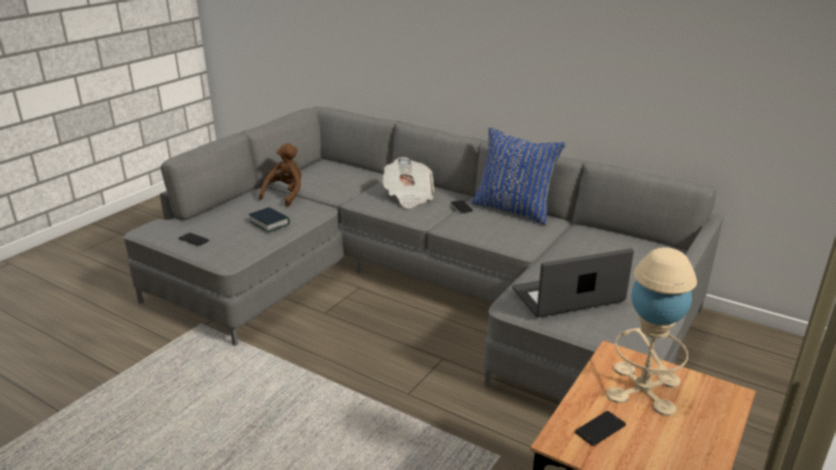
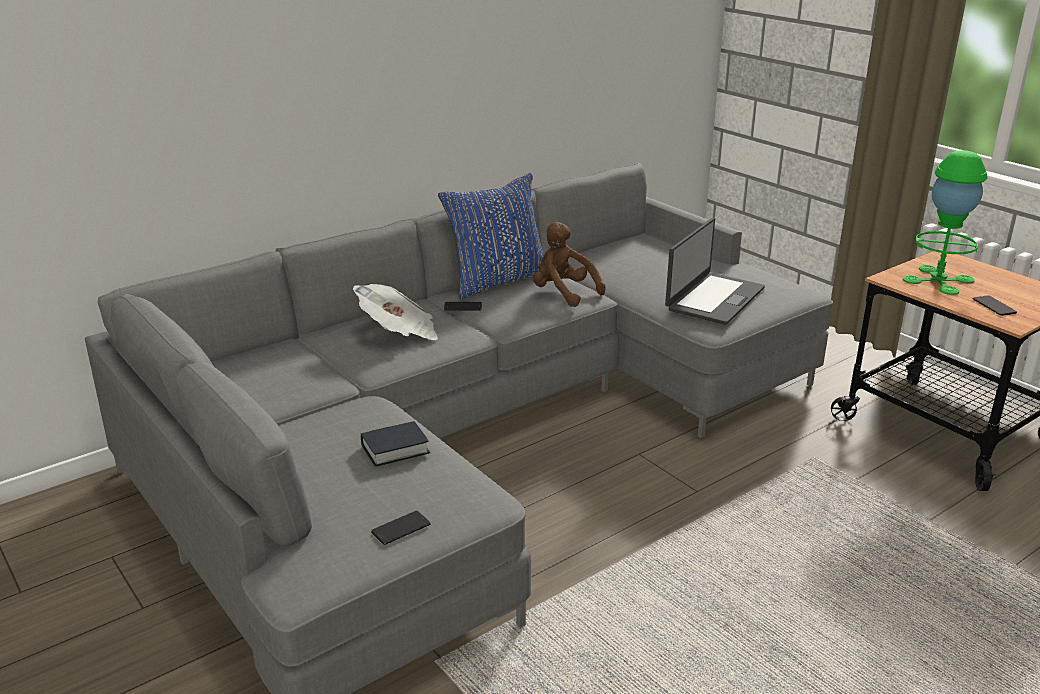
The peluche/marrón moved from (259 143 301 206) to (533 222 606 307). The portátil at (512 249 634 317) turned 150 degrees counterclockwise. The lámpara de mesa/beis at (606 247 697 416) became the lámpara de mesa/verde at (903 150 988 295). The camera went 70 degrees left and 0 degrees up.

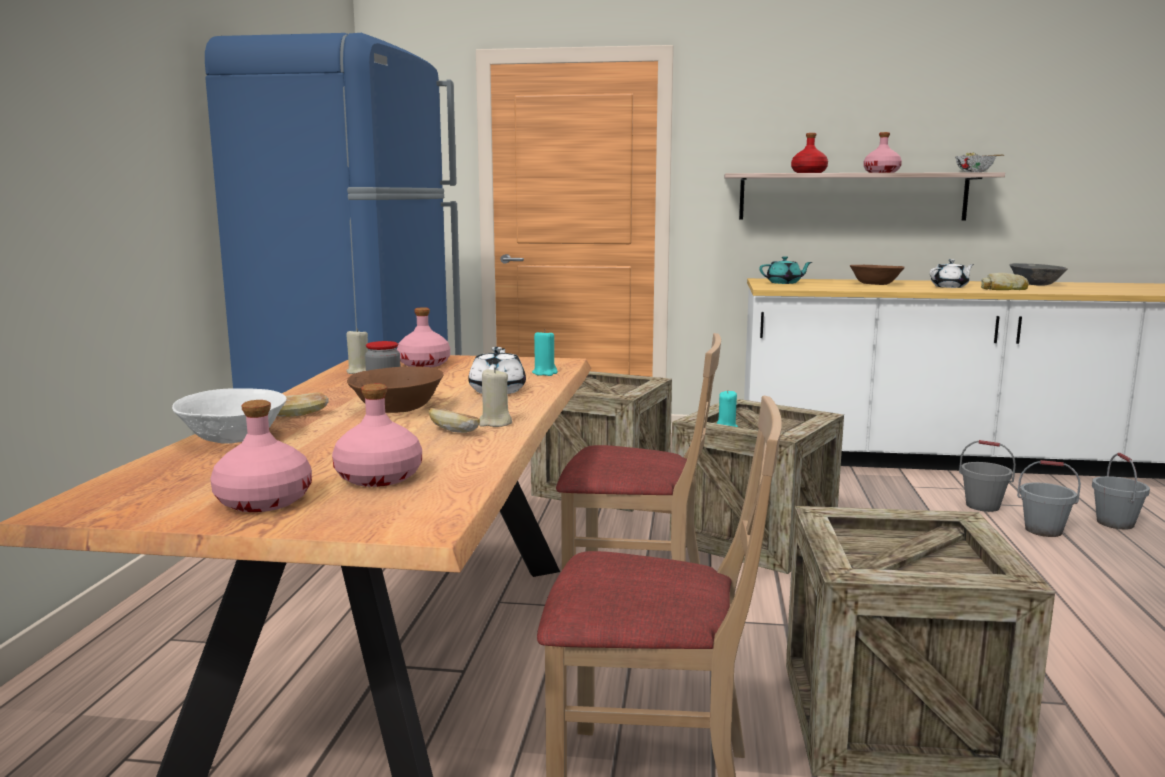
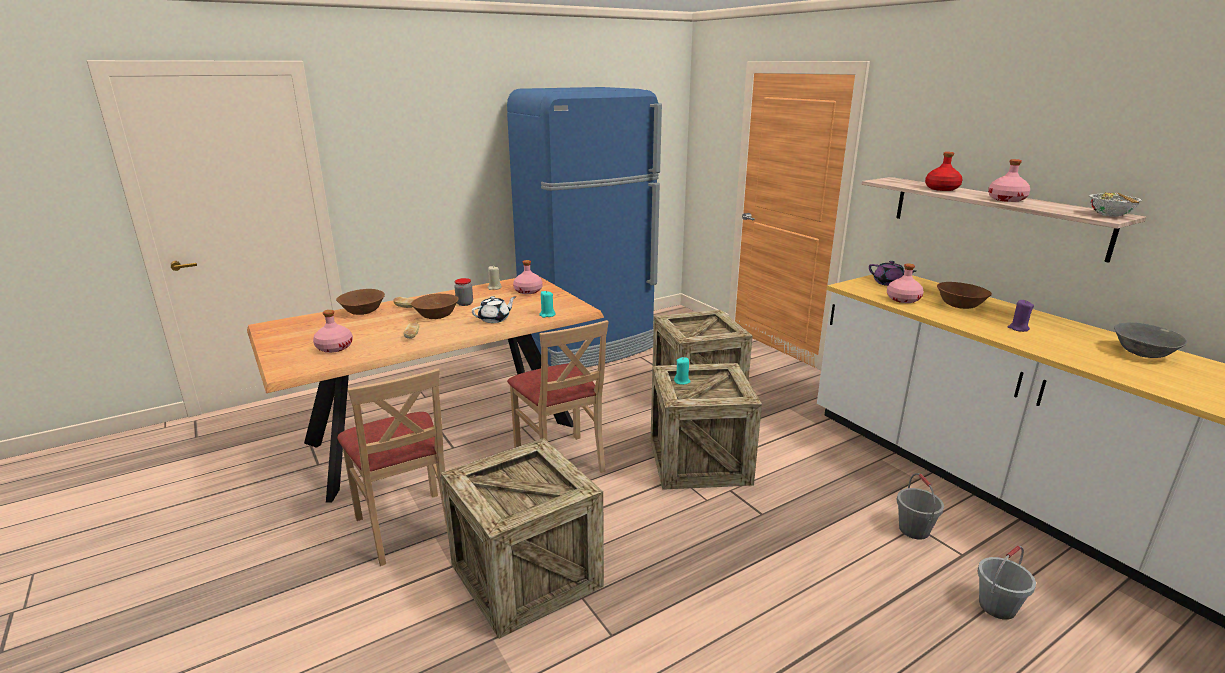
The cuenco/blanco at (172 388 287 444) became the cuenco/marrón at (336 289 385 315). The botella/rosa moved from (210 400 312 512) to (887 264 924 303). The vela/beis at (479 367 512 427) disappeared. The tetera/turquesa at (759 256 812 284) became the tetera/morado at (869 261 916 286). The tetera/blanco at (930 259 974 288) was replaced by the vela/morado at (1007 300 1034 332). The pan at (981 273 1029 290) disappeared. The cubo/gris at (1017 460 1081 537) disappeared. The camera went 50 degrees right and 10 degrees up.

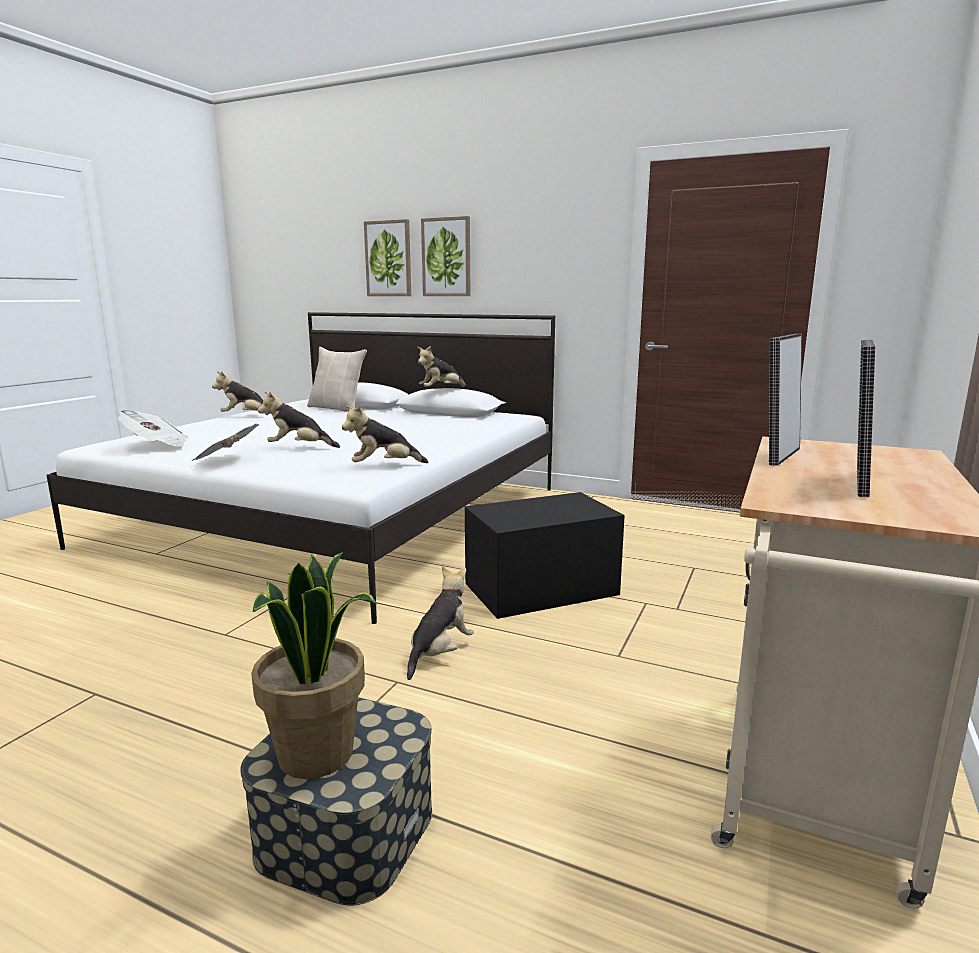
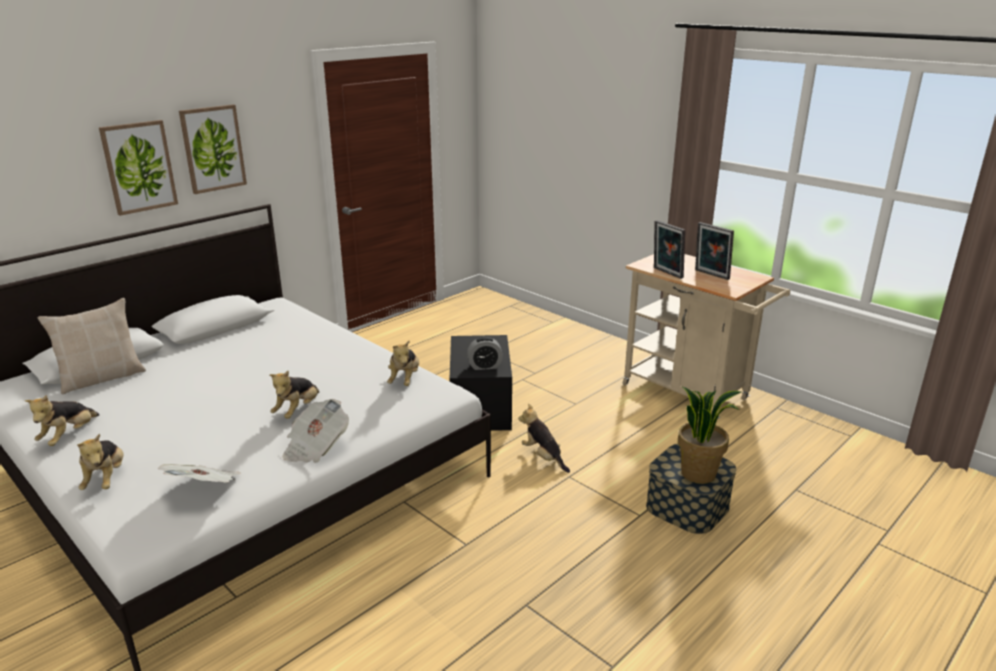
The cuadro moved from (364 219 411 296) to (179 105 247 194). The peluche moved from (417 346 468 388) to (77 433 124 490). The despertador at (467 337 503 370) appeared. The camera went 70 degrees left and 10 degrees up.

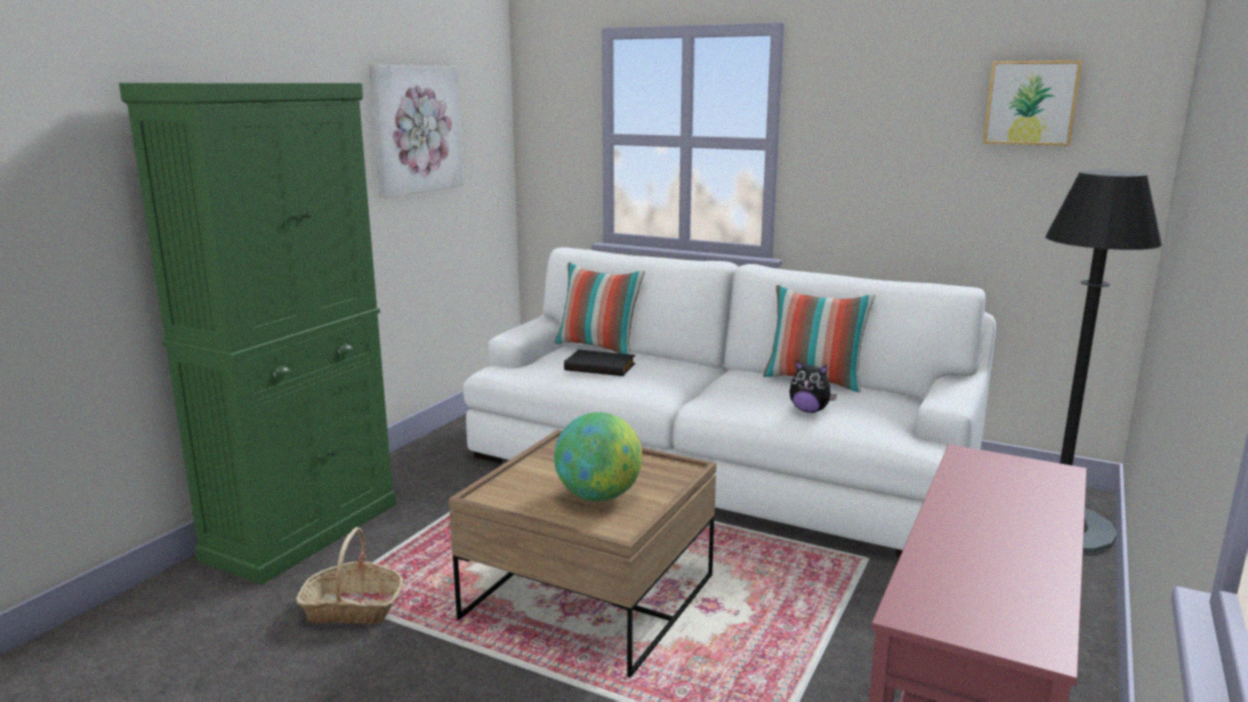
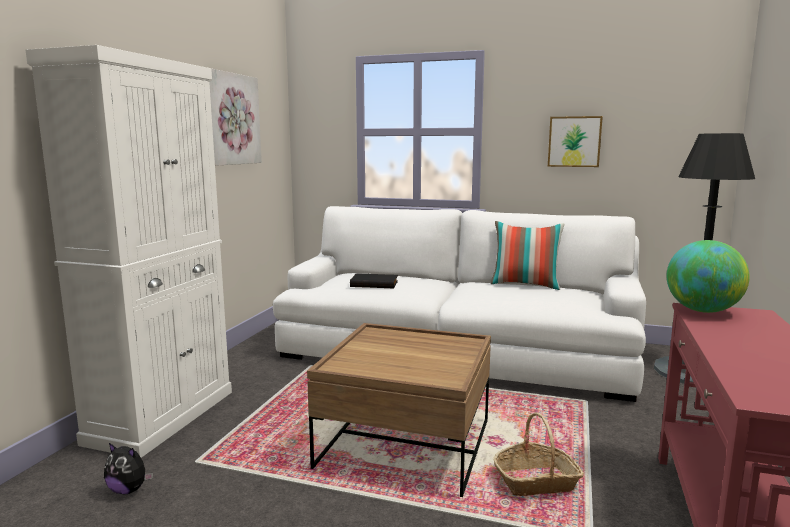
The armario/verde at (119 83 396 585) became the armario/blanco at (26 45 232 458). The cesta moved from (296 527 403 624) to (494 412 584 496). The globo terráqueo moved from (554 412 642 501) to (666 240 750 313). The cojín at (555 262 645 354) disappeared. The peluche moved from (789 361 837 413) to (104 443 153 494). The cuadro moved from (983 60 1082 146) to (548 116 603 167). The camera went 10 degrees left and 5 degrees down.

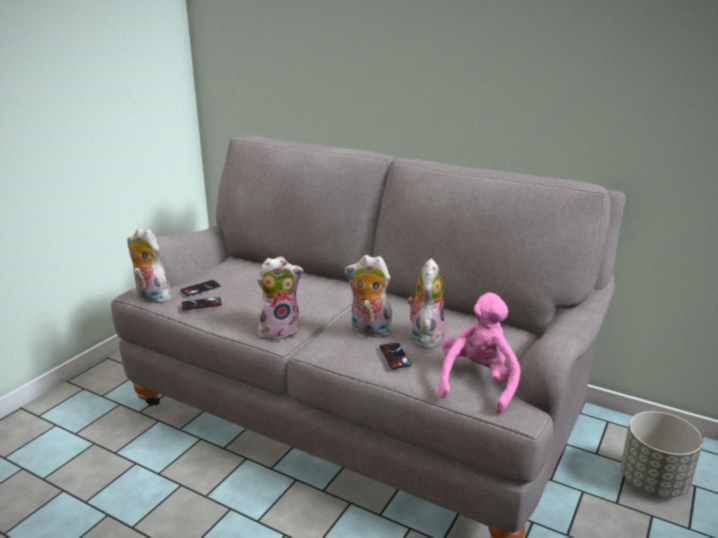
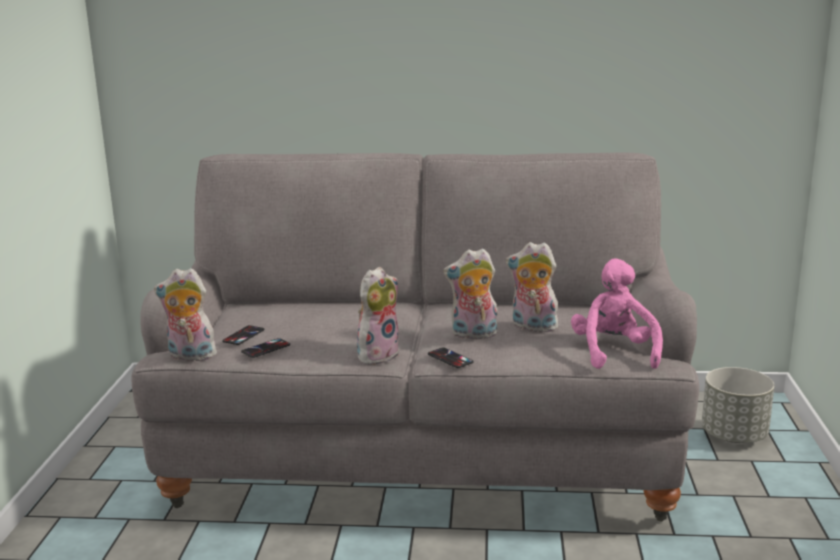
The móvil moved from (379 343 411 369) to (428 347 474 368). The peluche at (407 258 445 349) turned 60 degrees counterclockwise. The camera went 25 degrees left and 5 degrees down.

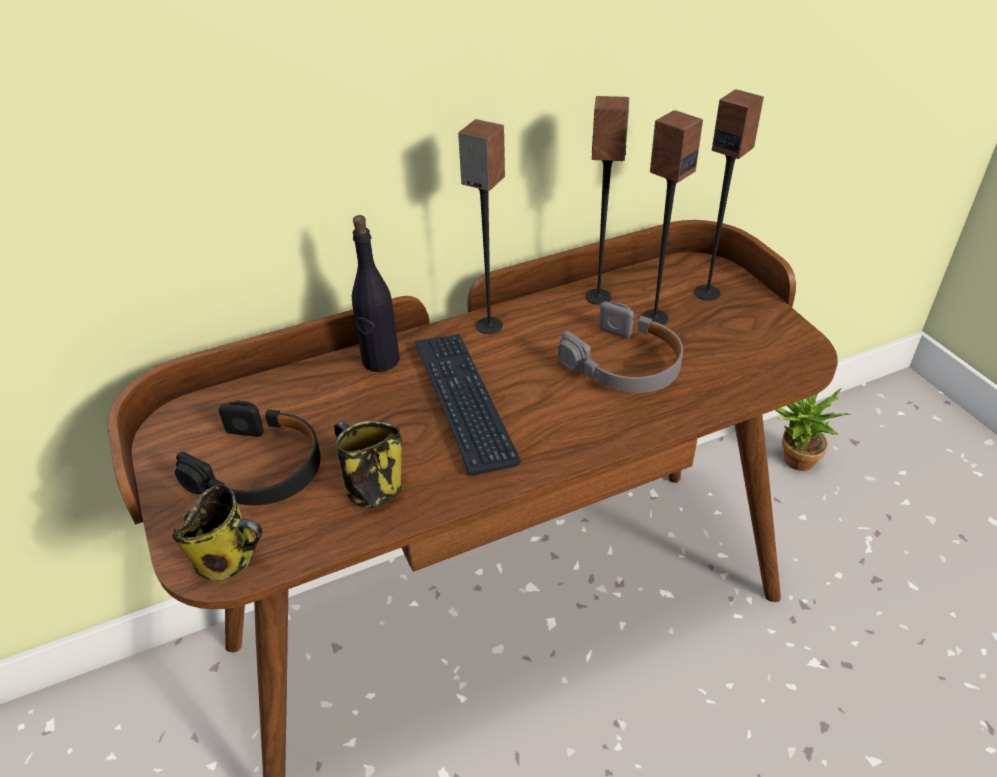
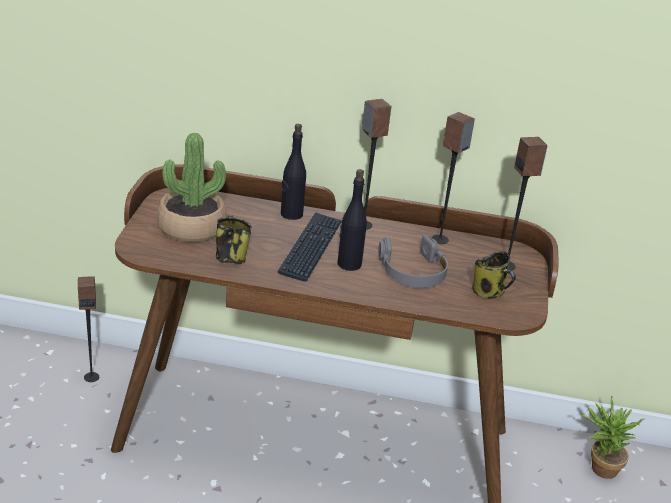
The taza grande moved from (172 484 262 580) to (472 251 516 299). The auriculares/negro at (175 401 320 506) was replaced by the planta en maceta at (157 133 227 242). The altavoz moved from (641 110 703 325) to (78 276 99 382). The botella/negro at (338 169 367 271) appeared. The camera went 30 degrees right and 10 degrees down.

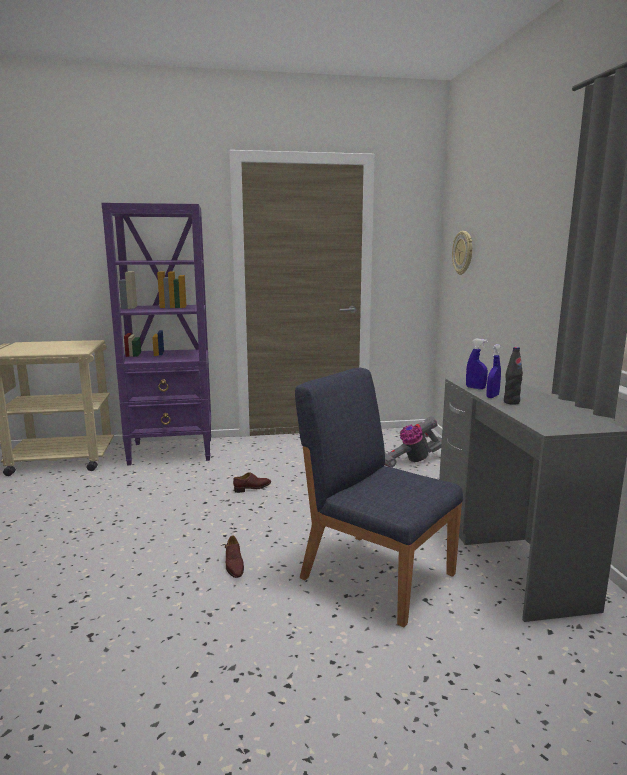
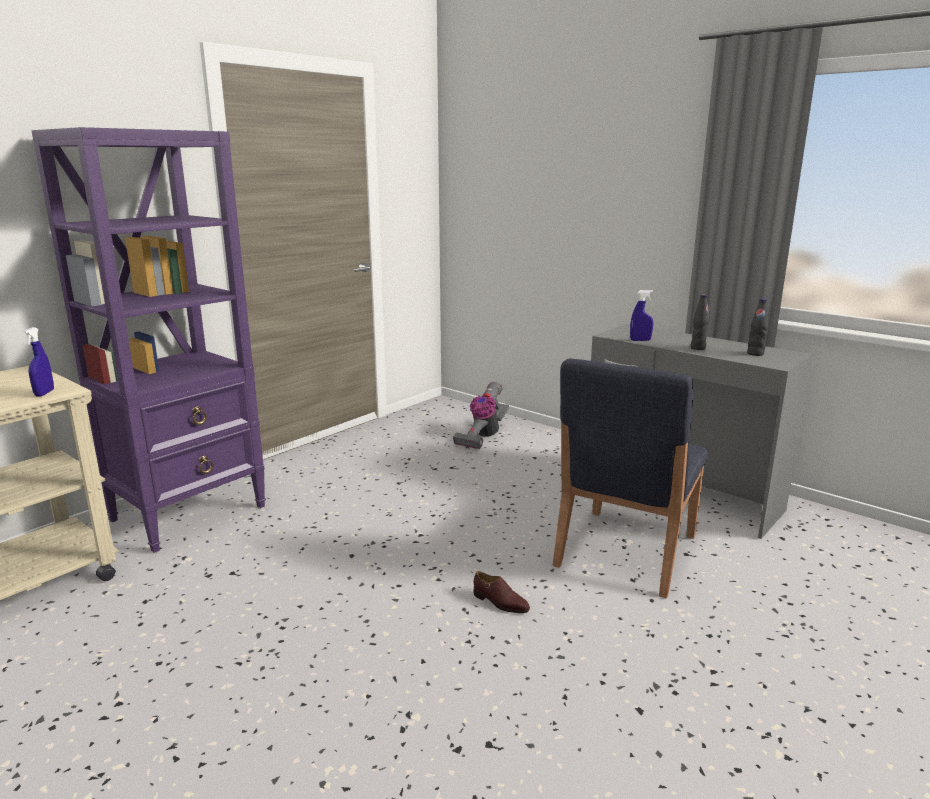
The zapato/marrón at (233 472 271 493) disappeared. The silla/azul at (295 367 463 627) turned 60 degrees counterclockwise. The reloj de pared at (452 231 472 275) disappeared. The pulverizador/azul moved from (486 344 501 398) to (23 327 54 397). The botella/negro at (747 299 768 356) appeared. The camera went 40 degrees left and 5 degrees up.

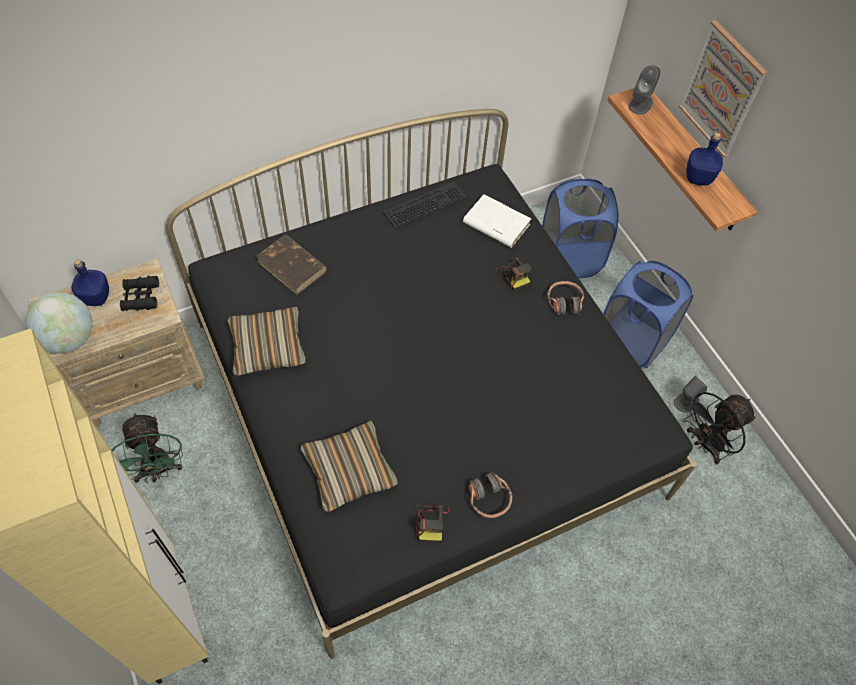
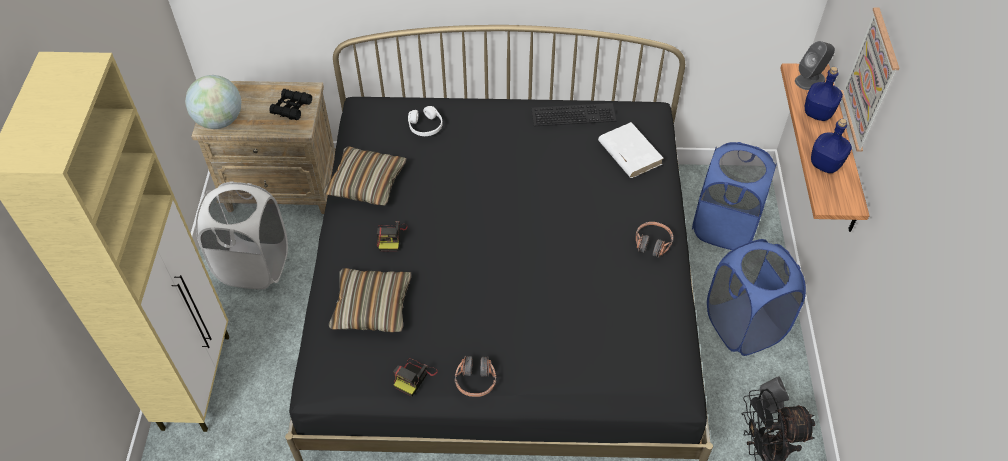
The botella/azul moved from (71 260 109 306) to (805 67 843 121). The ventilador/verde at (111 413 183 484) was replaced by the cesto de la ropa/blanco at (196 181 288 290). The libro/marrón at (256 235 327 295) was replaced by the auriculares/blanco at (408 106 443 136). The cámara moved from (496 258 532 291) to (377 221 408 251). The camera went 30 degrees right and 5 degrees down.

